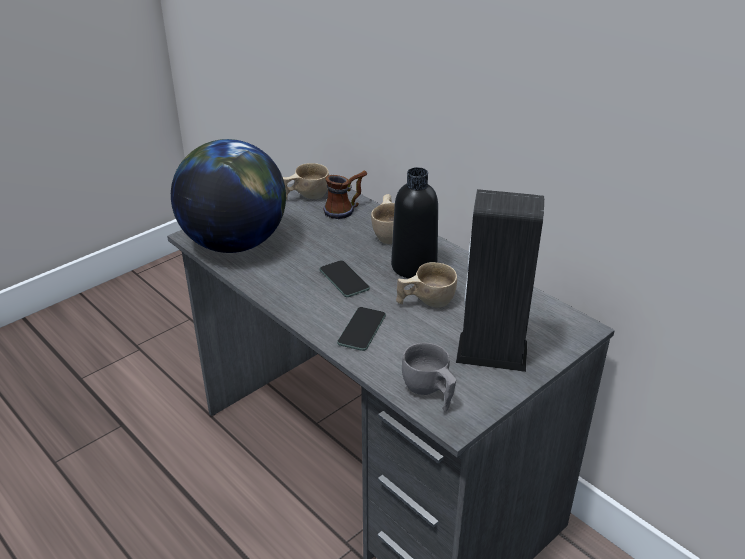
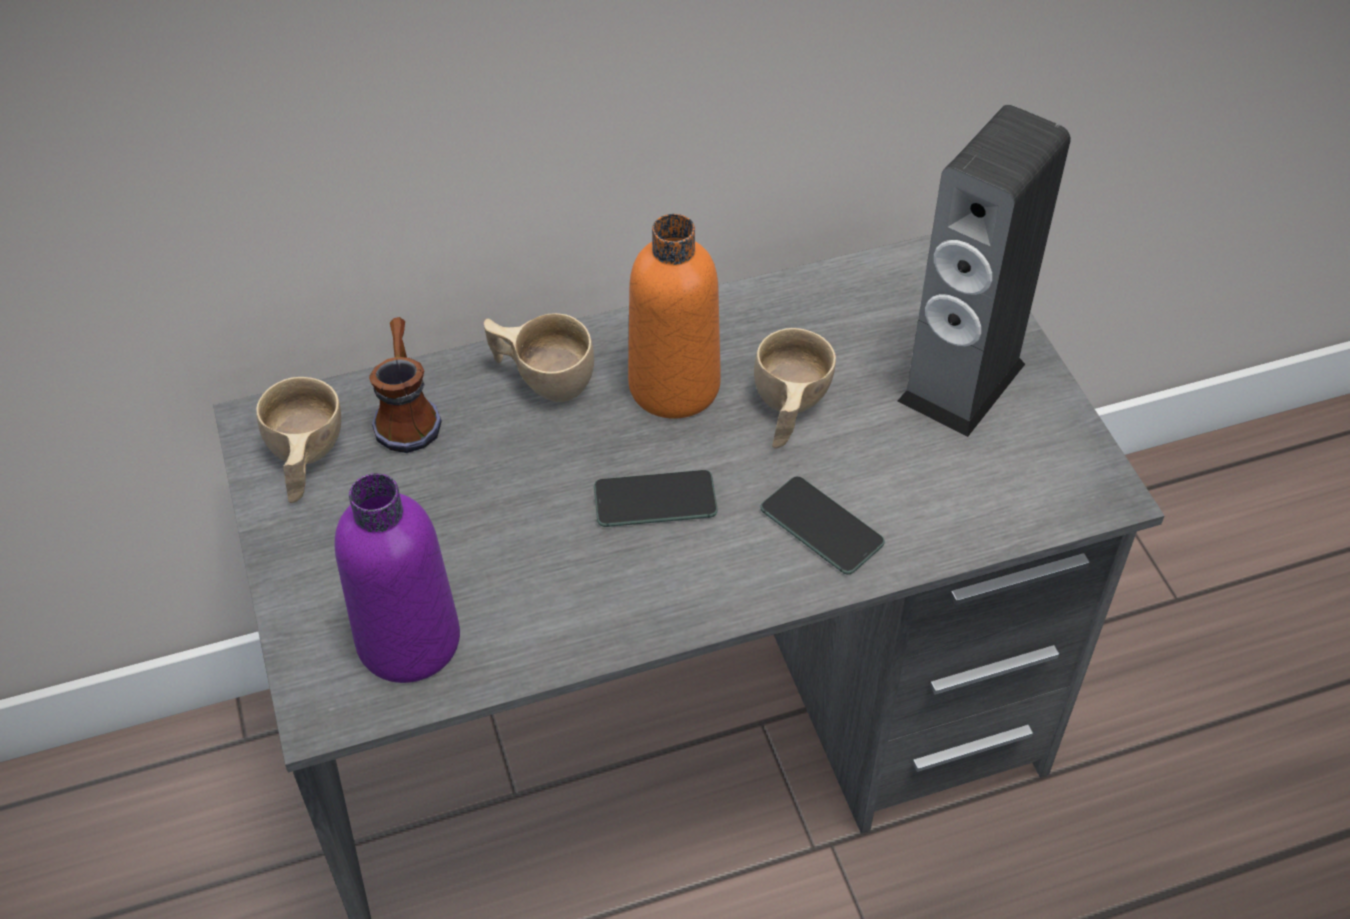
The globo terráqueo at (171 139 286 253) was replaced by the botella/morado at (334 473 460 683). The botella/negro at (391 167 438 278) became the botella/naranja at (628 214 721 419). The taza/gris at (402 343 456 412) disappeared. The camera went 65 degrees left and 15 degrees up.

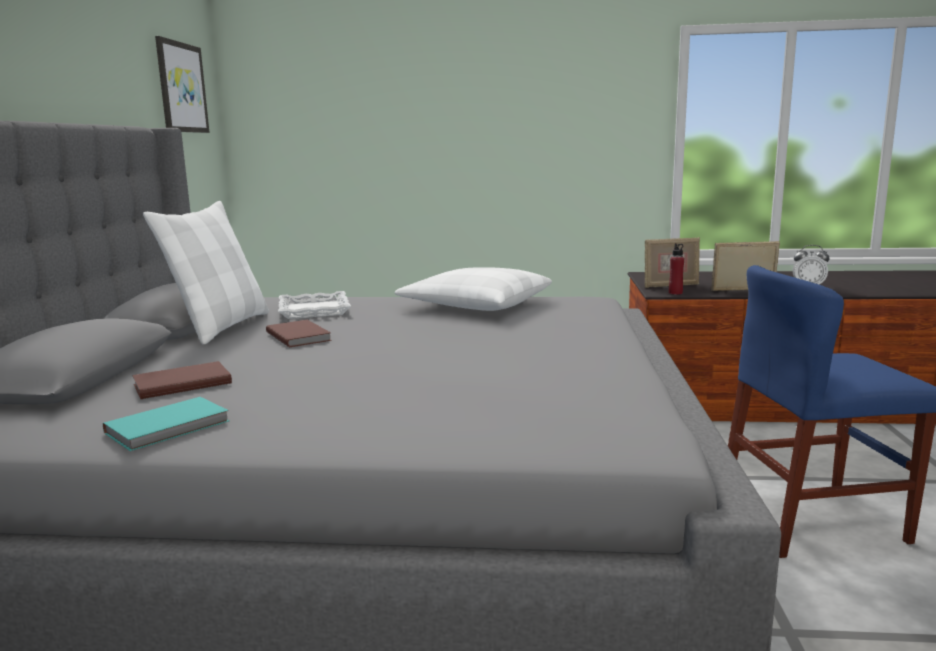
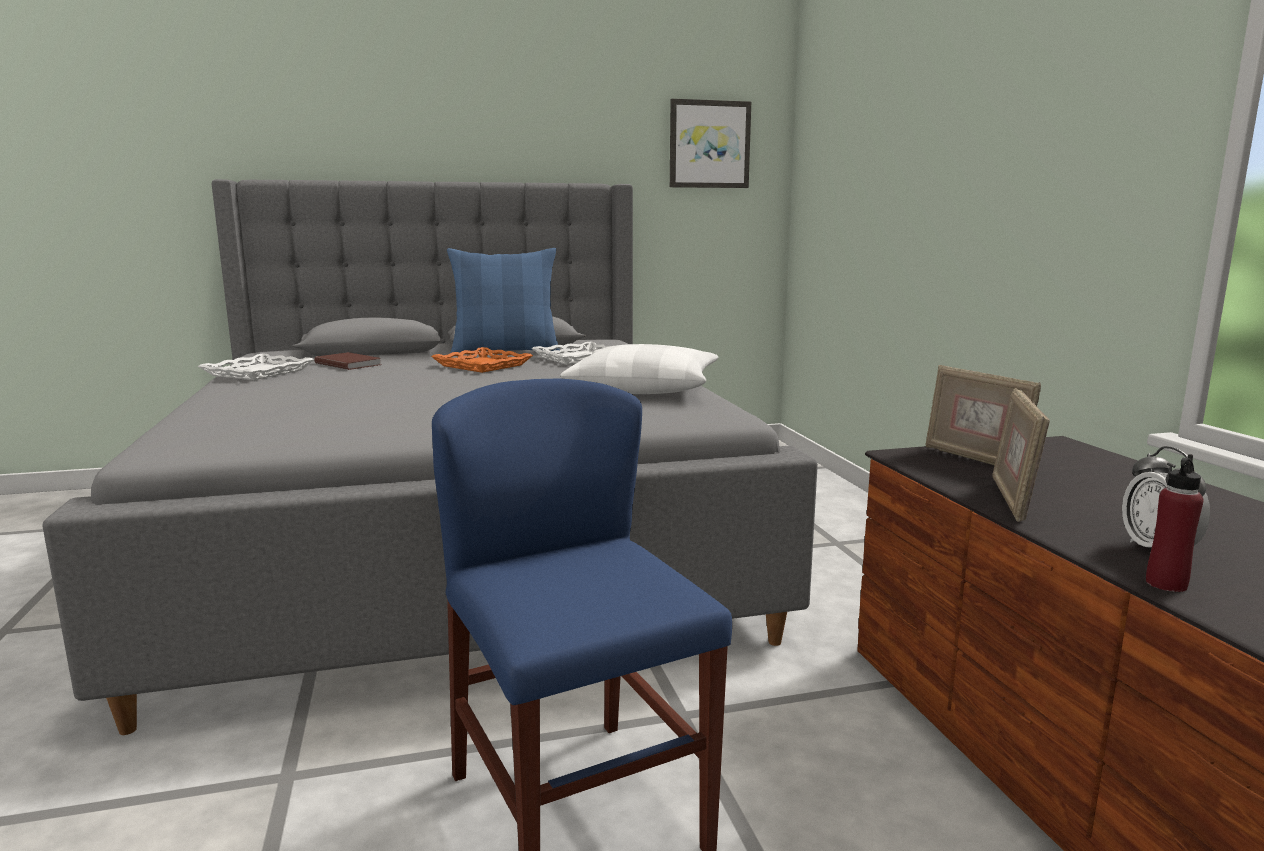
The libro/turquesa at (103 397 230 451) was replaced by the bandeja/blanco at (198 353 314 380). The cojín/blanco at (143 201 269 345) became the cojín/azul at (447 248 560 353). The libro/marrón at (266 320 332 348) was replaced by the bandeja/naranja at (431 347 533 373). The botella/rojo moved from (669 243 684 295) to (1146 454 1204 592). The portarretratos at (711 241 780 291) turned 150 degrees counterclockwise. The camera went 70 degrees right and 0 degrees up.

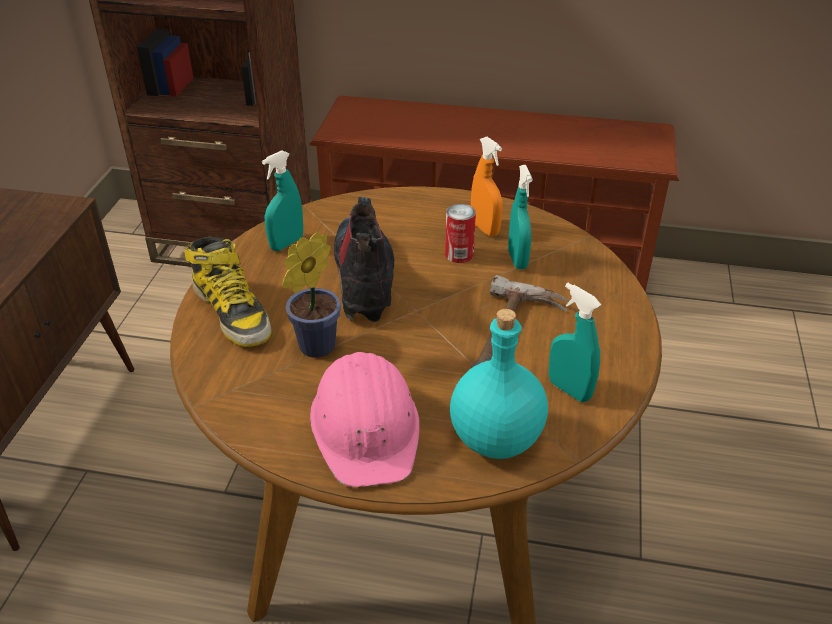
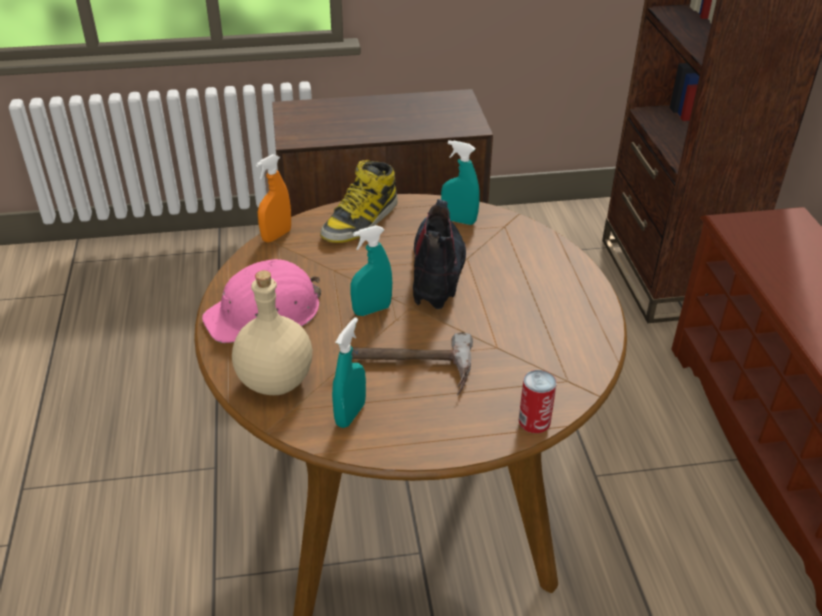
The planta en maceta at (282 232 341 358) disappeared. The bota at (334 197 394 322) turned 60 degrees counterclockwise. The lata moved from (445 204 476 263) to (519 370 557 433). The botella/turquesa at (450 309 548 459) became the botella/beis at (232 270 312 395). The pulverizador/naranja moved from (471 137 503 236) to (256 154 291 242). The pulverizador/turquesa moved from (508 165 533 269) to (350 225 392 316). The camera went 70 degrees right and 0 degrees up.

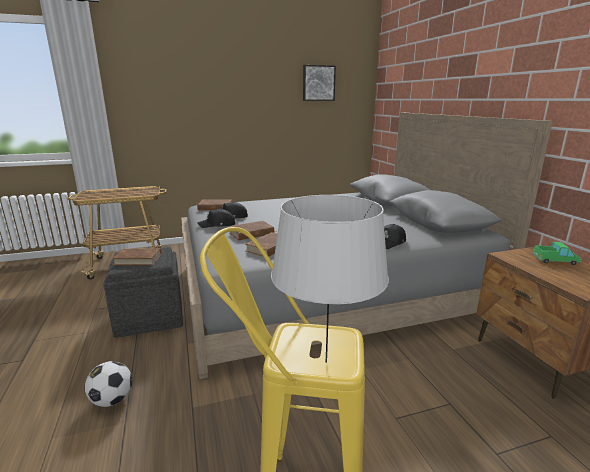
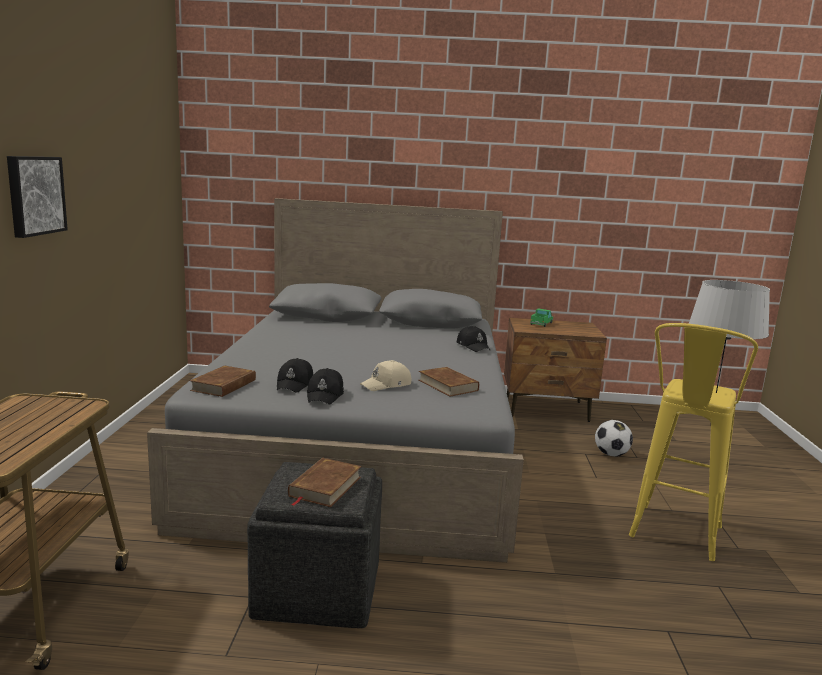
The balón de fútbol moved from (85 361 132 407) to (595 420 633 456). The libro/marrón at (229 221 277 240) was replaced by the gorra/beis at (360 360 411 391). The cuadro moved from (303 65 336 101) to (7 156 68 238). The camera went 70 degrees left and 5 degrees down.

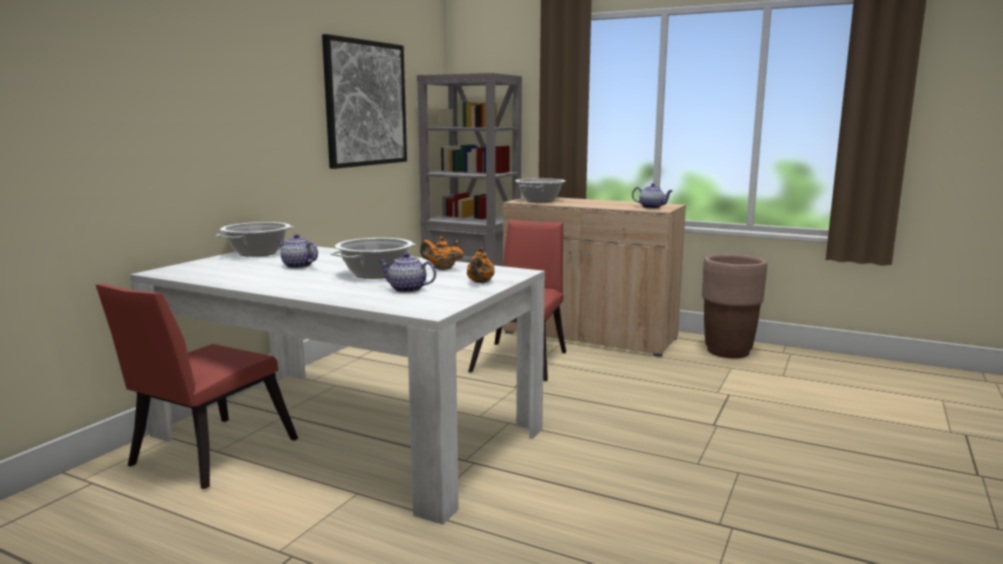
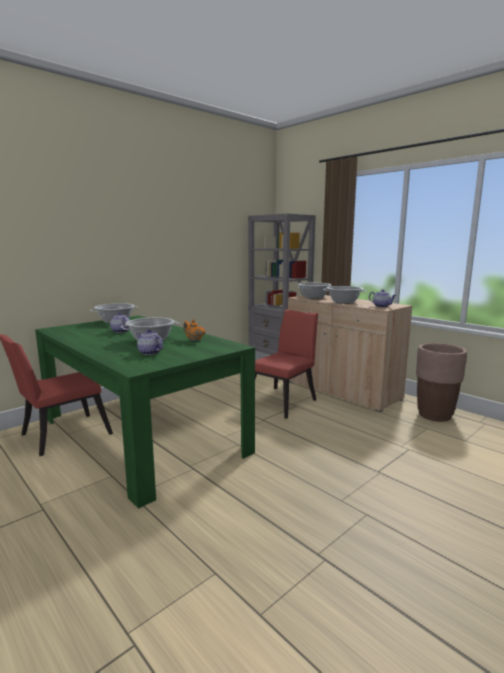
The mesa de comedor/blanco at (130 247 545 525) became the mesa de comedor/verde at (35 316 255 509). The cuadro at (322 34 407 169) disappeared. The tetera/naranja at (467 248 494 283) disappeared. The olla at (323 286 367 304) appeared. The camera went 20 degrees right and 0 degrees up.

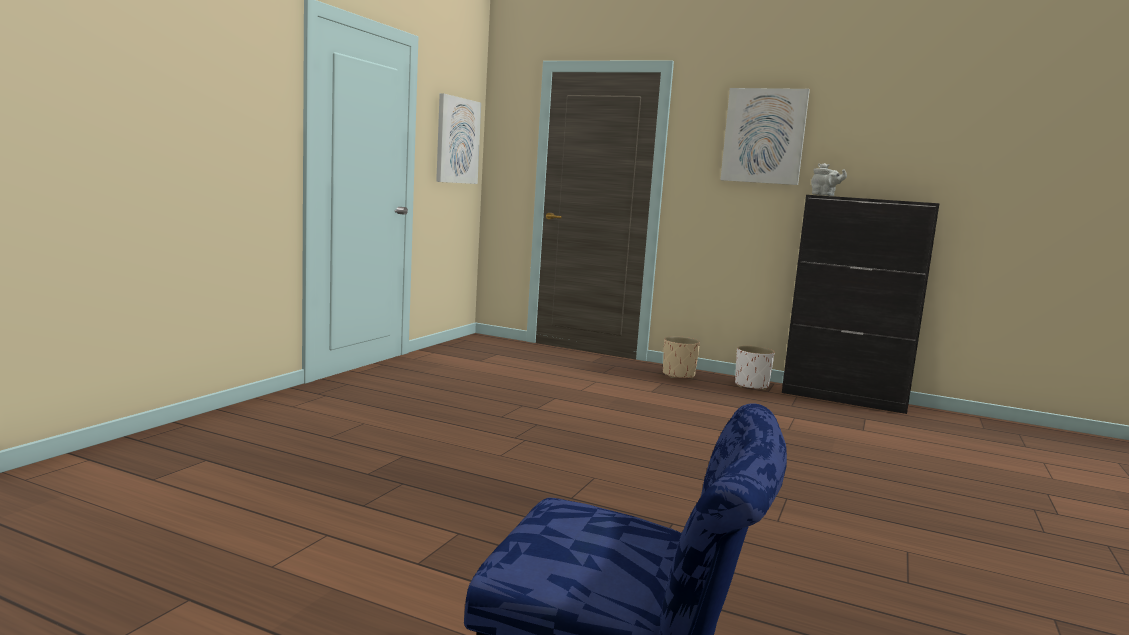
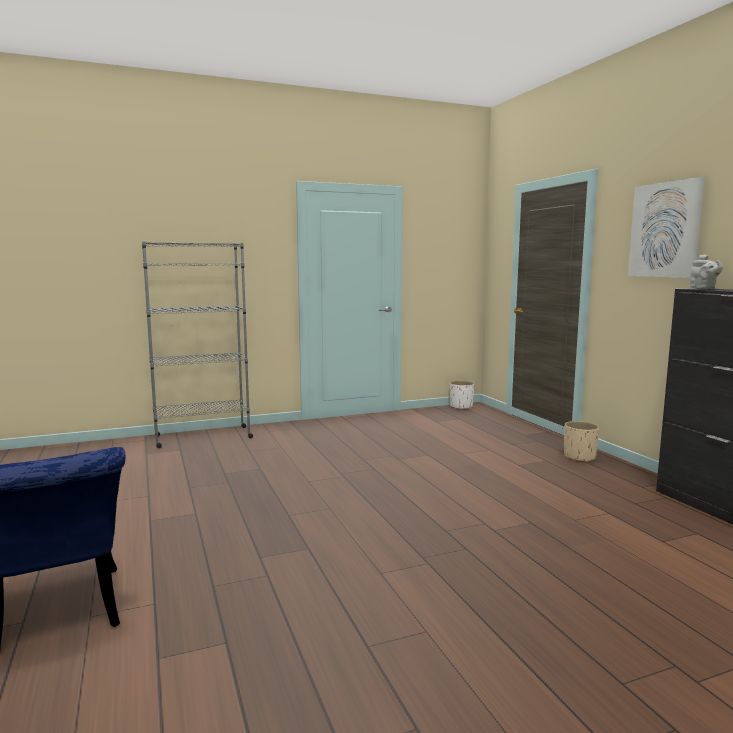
The cuadro at (436 93 481 184) disappeared. The maceta/blanco moved from (735 346 775 390) to (450 381 474 410). The estantería/gris at (142 241 253 448) appeared. The camera went 45 degrees right and 0 degrees up.

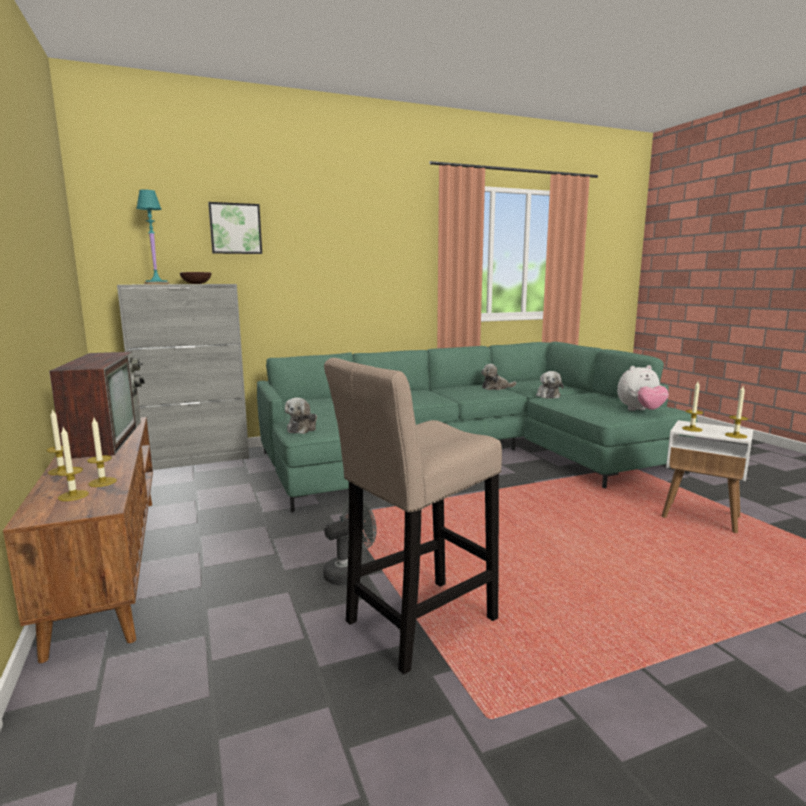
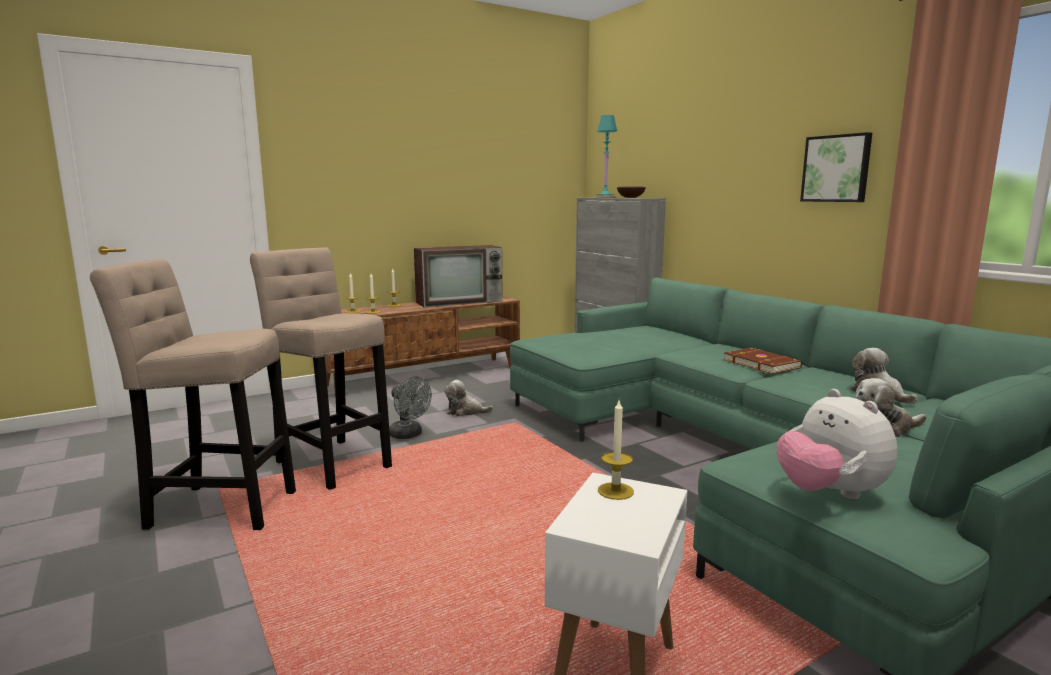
The cuadro moved from (208 202 262 254) to (800 132 872 202). The peluche moved from (285 397 317 434) to (444 380 493 416). The vela at (725 386 748 439) disappeared. The taburete/beis at (90 259 296 530) appeared. The libro/marrón at (723 348 802 374) appeared. The camera went 80 degrees right and 0 degrees up.

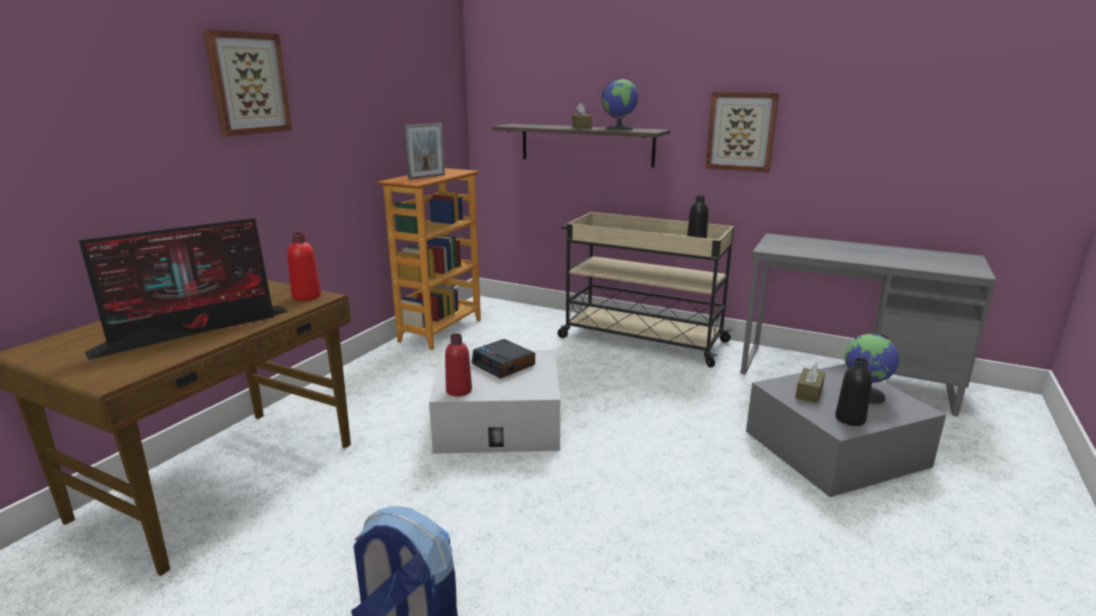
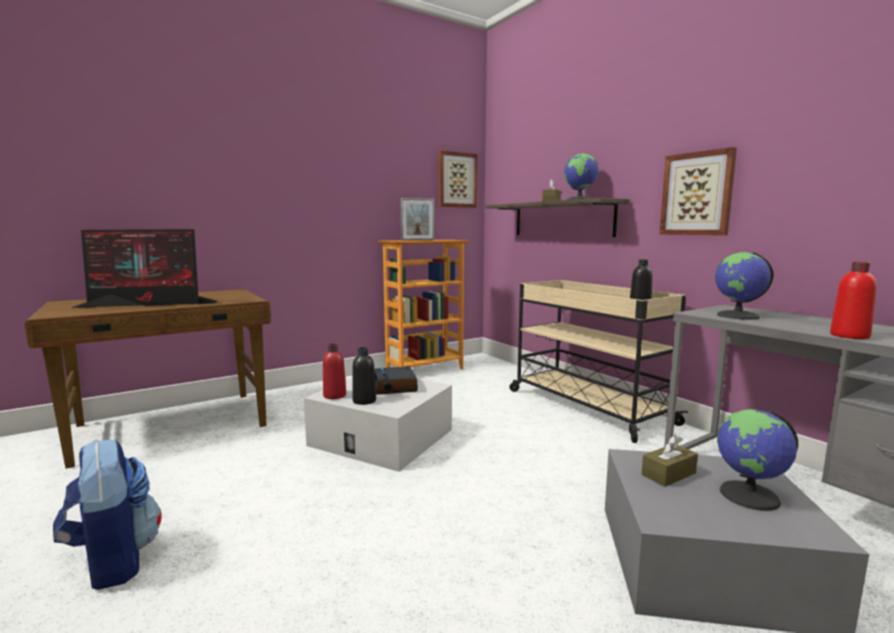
The cuadro moved from (203 29 292 136) to (438 150 478 208). The botella/rojo moved from (287 233 321 301) to (830 262 877 339). The botella/negro moved from (835 358 872 426) to (353 347 376 405). The globo terráqueo at (715 252 773 320) appeared. The camera went 30 degrees right and 10 degrees down.

